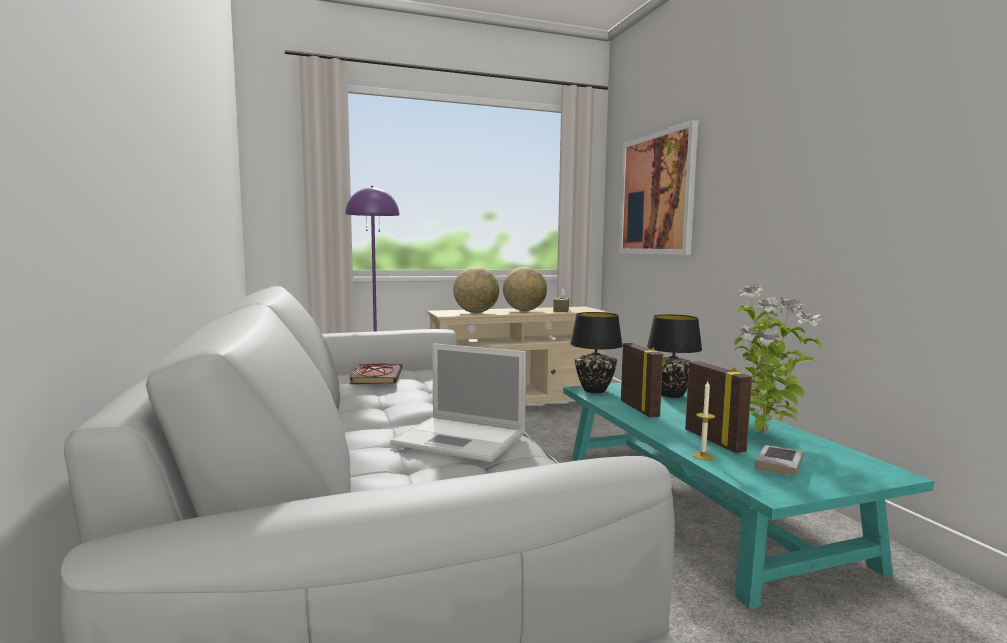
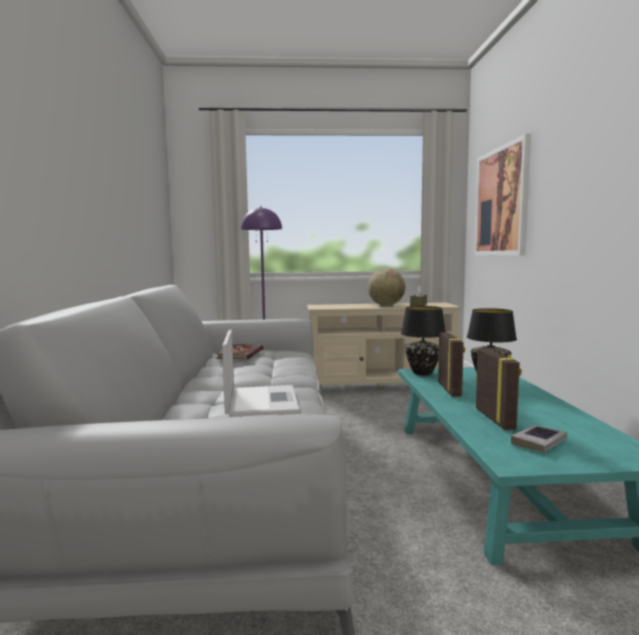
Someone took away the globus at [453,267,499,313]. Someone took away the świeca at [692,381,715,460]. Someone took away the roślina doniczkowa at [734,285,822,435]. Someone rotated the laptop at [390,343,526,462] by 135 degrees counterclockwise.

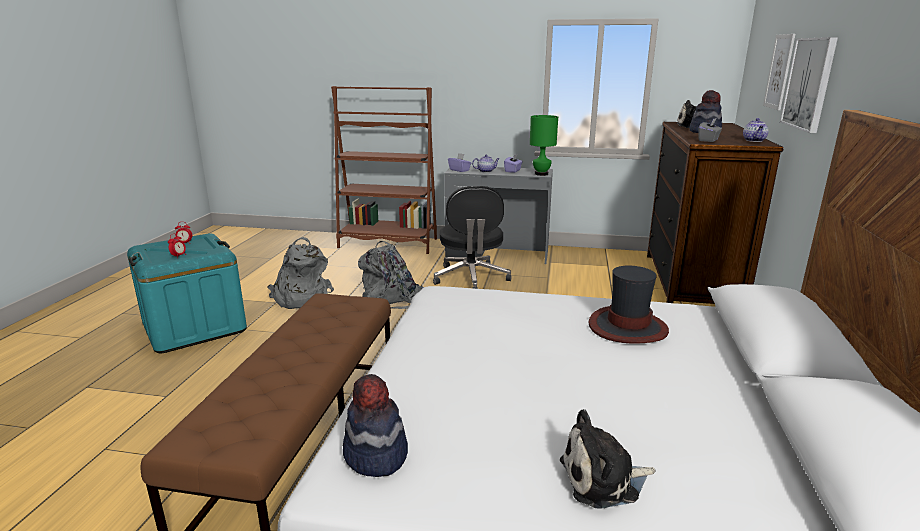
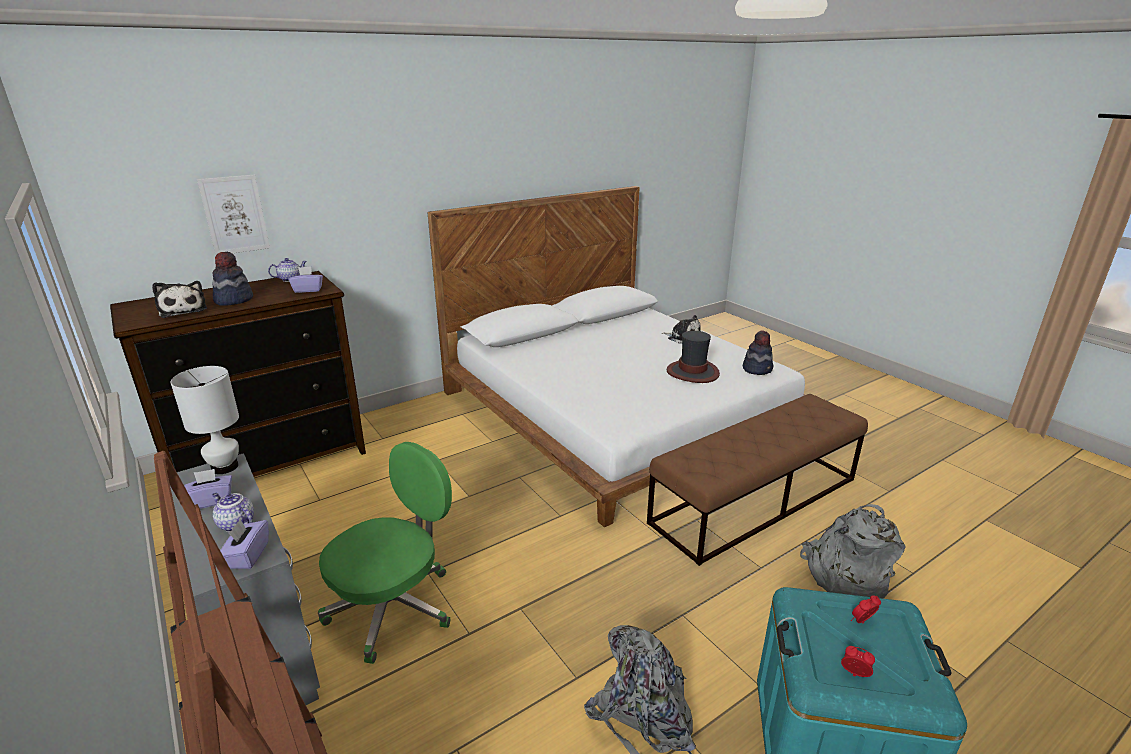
Someone took away the obraz at [780,37,838,133]. Someone carried the plecak/szary from [358,241,424,309] to [800,504,905,599]. Someone carried the kapelusz from [588,266,669,343] to [667,331,720,383]. Someone repainted the krzesło biurowe/czarny at [433,186,511,289], which became the krzesło biurowe/zielony at [318,442,452,664]. Someone repainted the lampa stołowa/zielony at [530,115,558,176], which became the lampa stołowa/biały at [171,366,239,474]. Someone repainted the pudełko chusteczek/szary at [698,118,722,142], which became the pudełko chusteczek/fioletowy at [288,266,323,293].

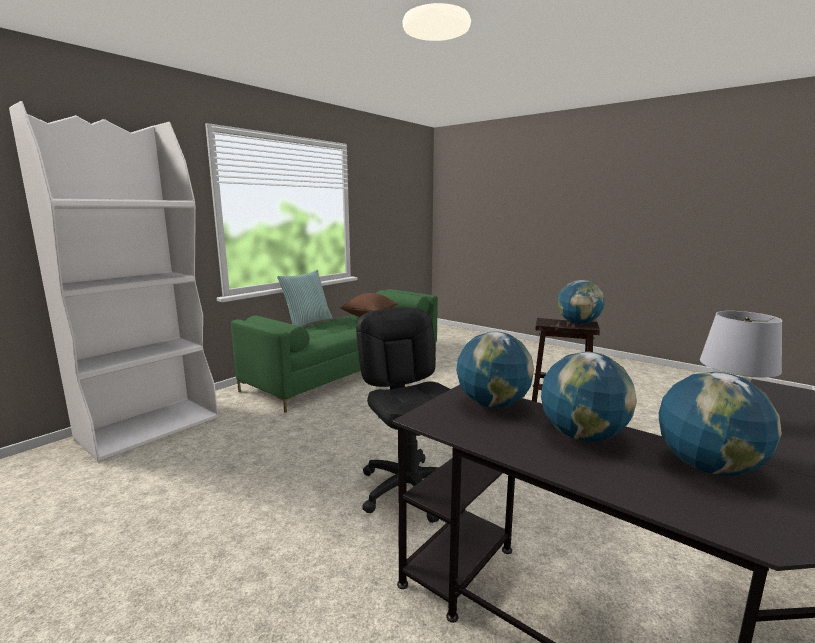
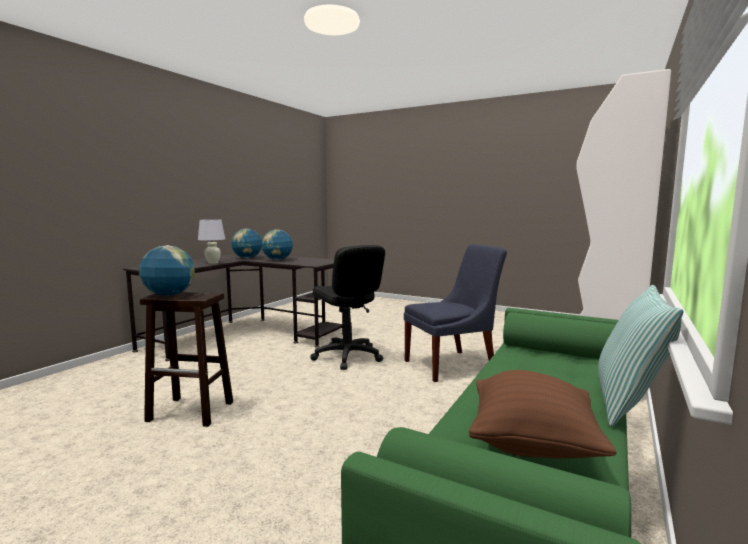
Someone took away the globus at [456,331,534,408]. Someone put down the krzesło/niebieski at [404,244,507,382].

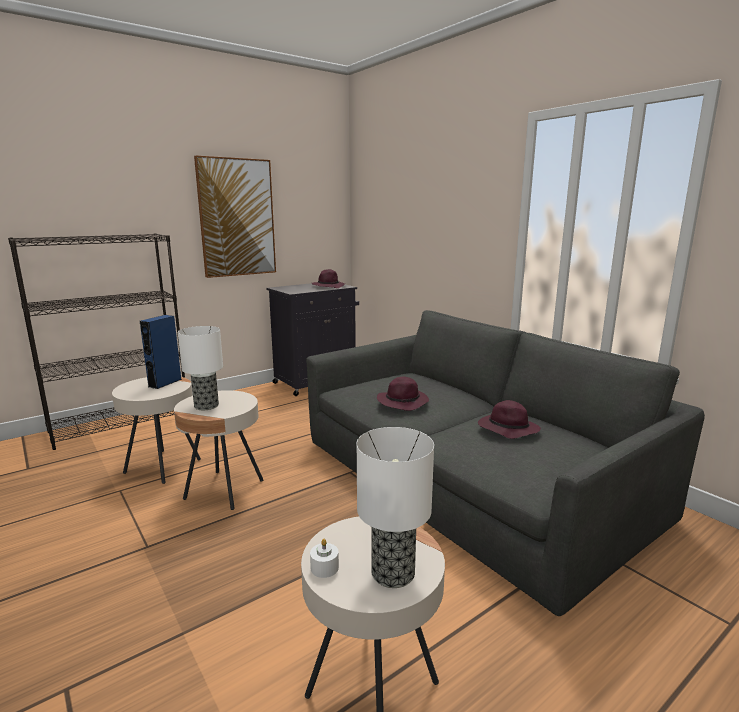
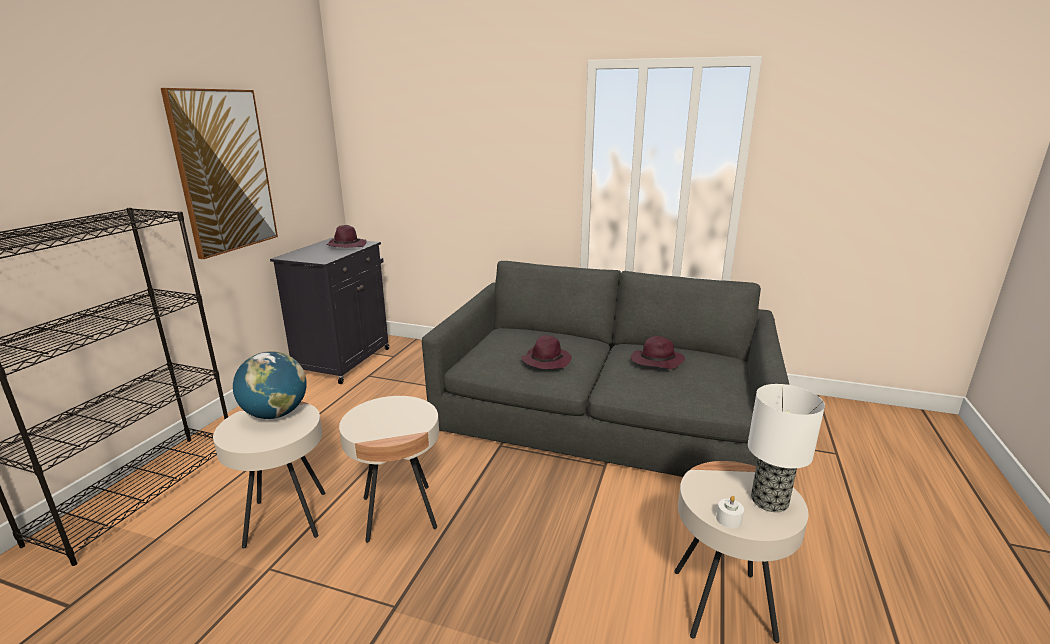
Someone took away the lampa stołowa at [178,326,223,410]. Someone swapped the głośnik/niebieski at [140,315,182,389] for the globus at [233,351,307,419].

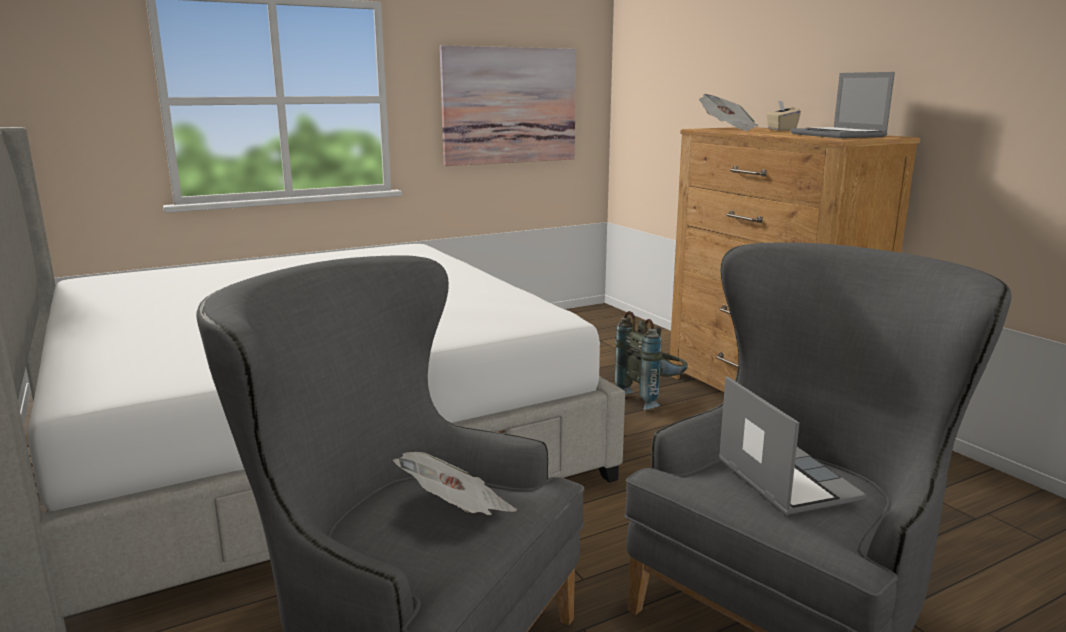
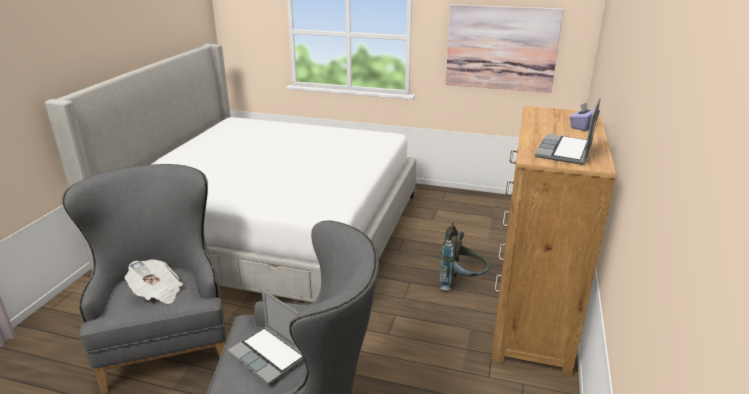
Someone took away the gazeta at [699,94,759,131]. Someone repainted the pudełko chusteczek/beżowy at [766,101,801,131], which became the pudełko chusteczek/fioletowy at [570,102,600,131]. Someone rotated the laptop at [718,376,866,515] by 105 degrees clockwise.

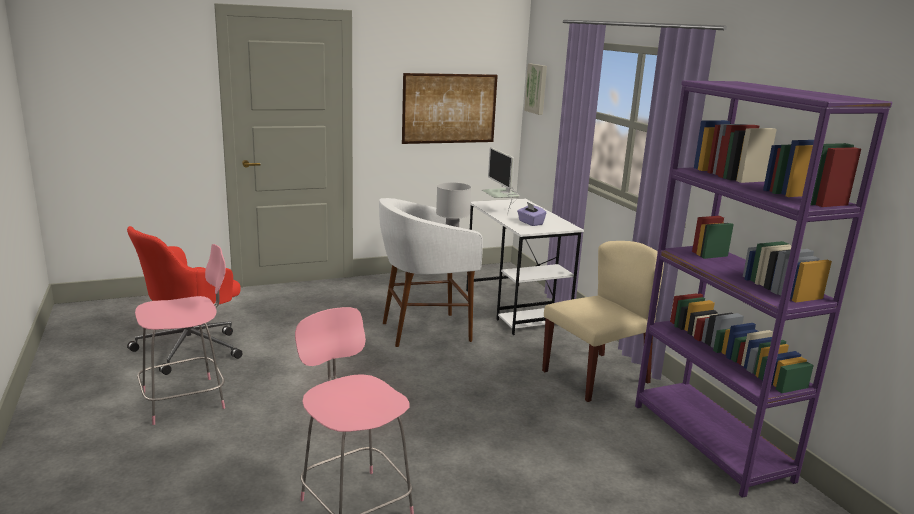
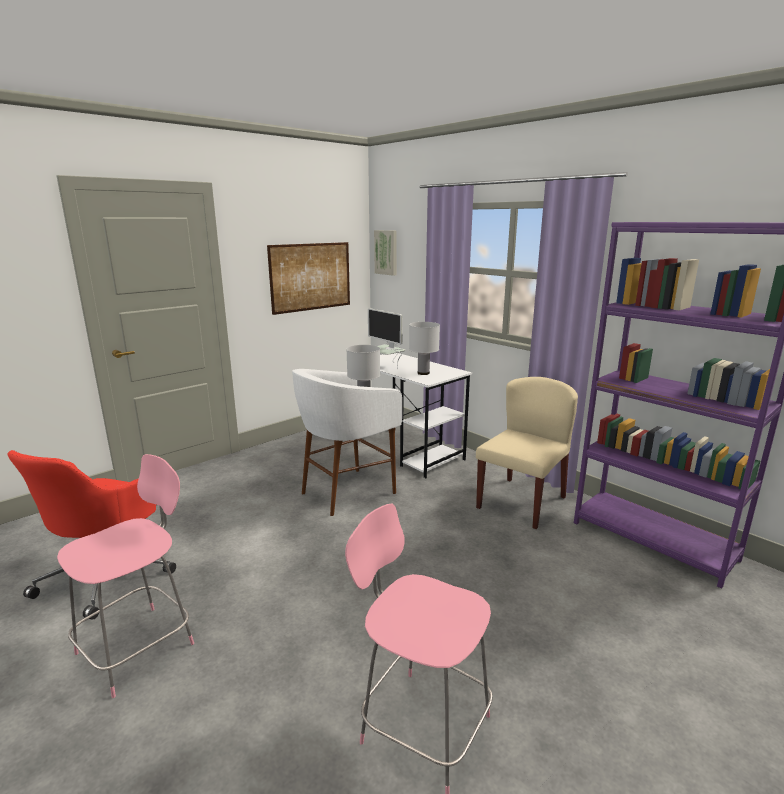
Someone swapped the pudełko chusteczek/fioletowy at [517,202,546,226] for the lampa stołowa/biały at [409,322,440,375].

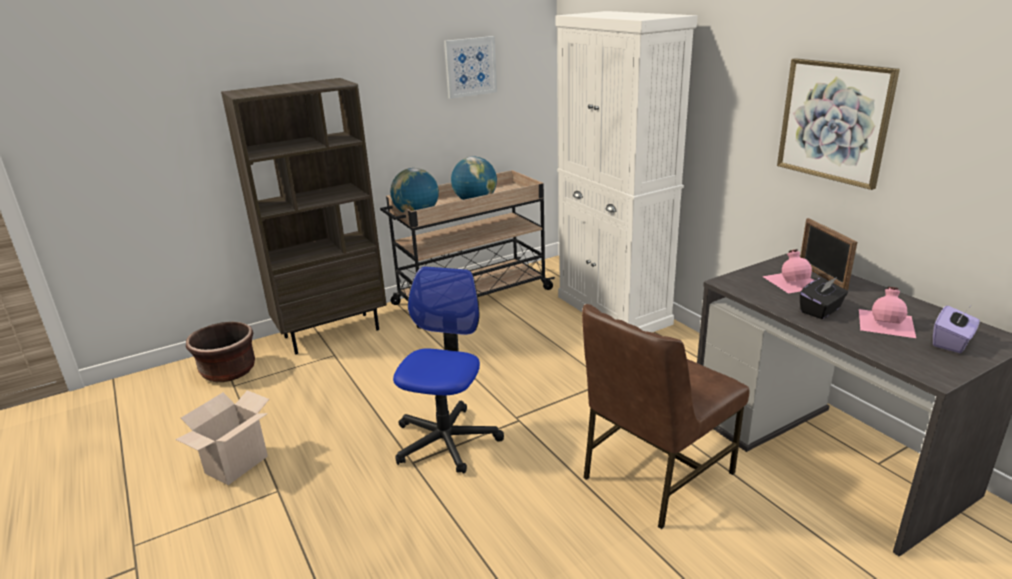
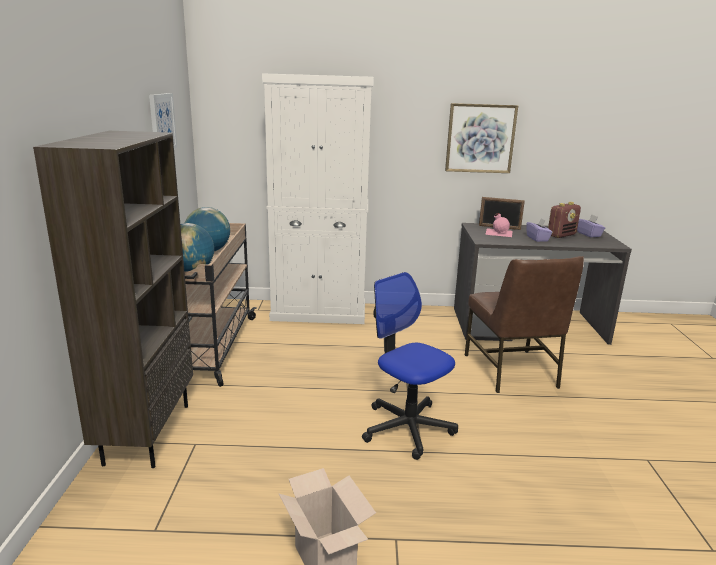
Someone took away the donica/brązowy at [186,322,255,382]. Someone swapped the butelka/różowy at [859,287,916,338] for the radio at [548,202,581,238]. Someone repainted the pudełko chusteczek/czarny at [800,277,848,319], which became the pudełko chusteczek/fioletowy at [526,218,553,242].

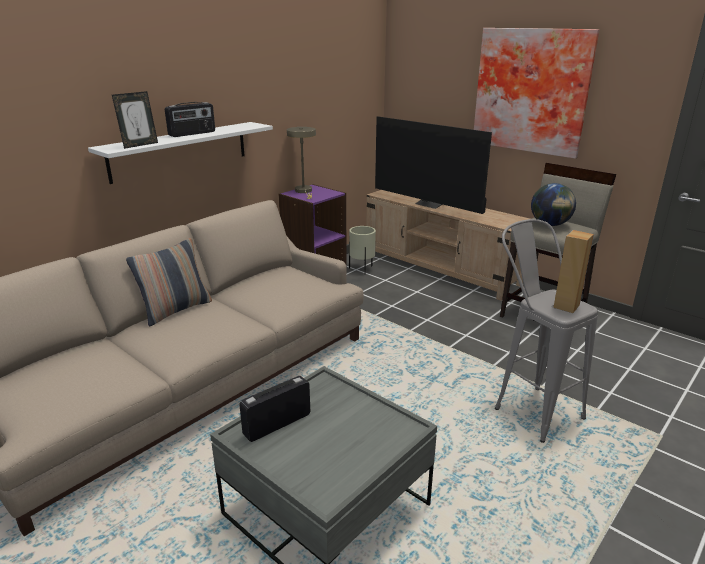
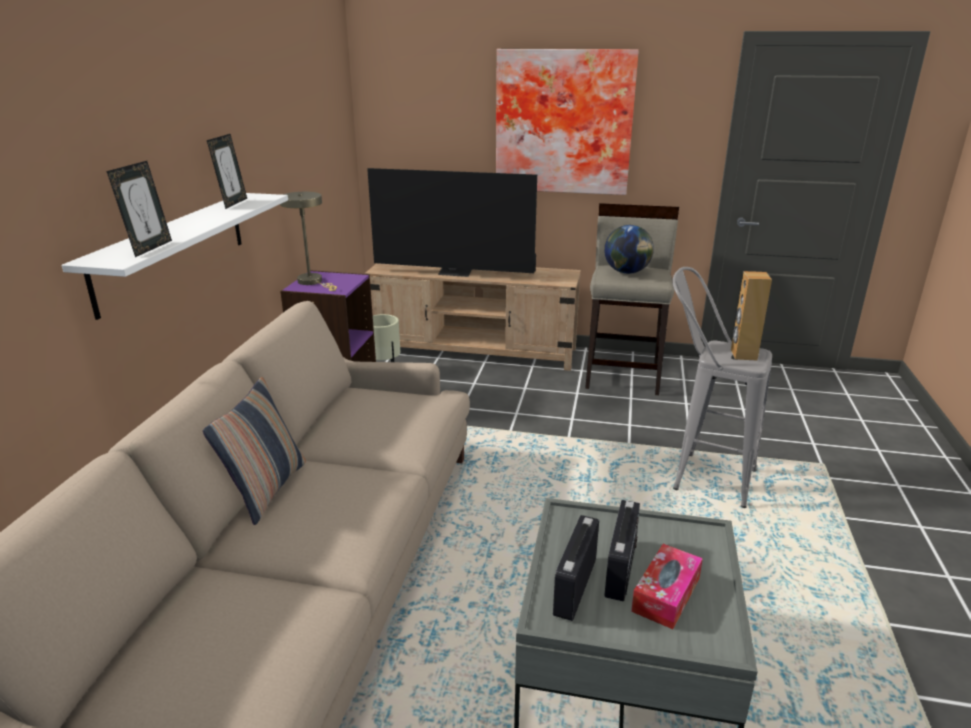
Someone put down the ramka na zdjęcie at [207,134,247,209]. Someone put down the pudełko chusteczek at [631,544,703,629]. Someone carried the radio from [165,102,215,137] to [604,500,640,601].

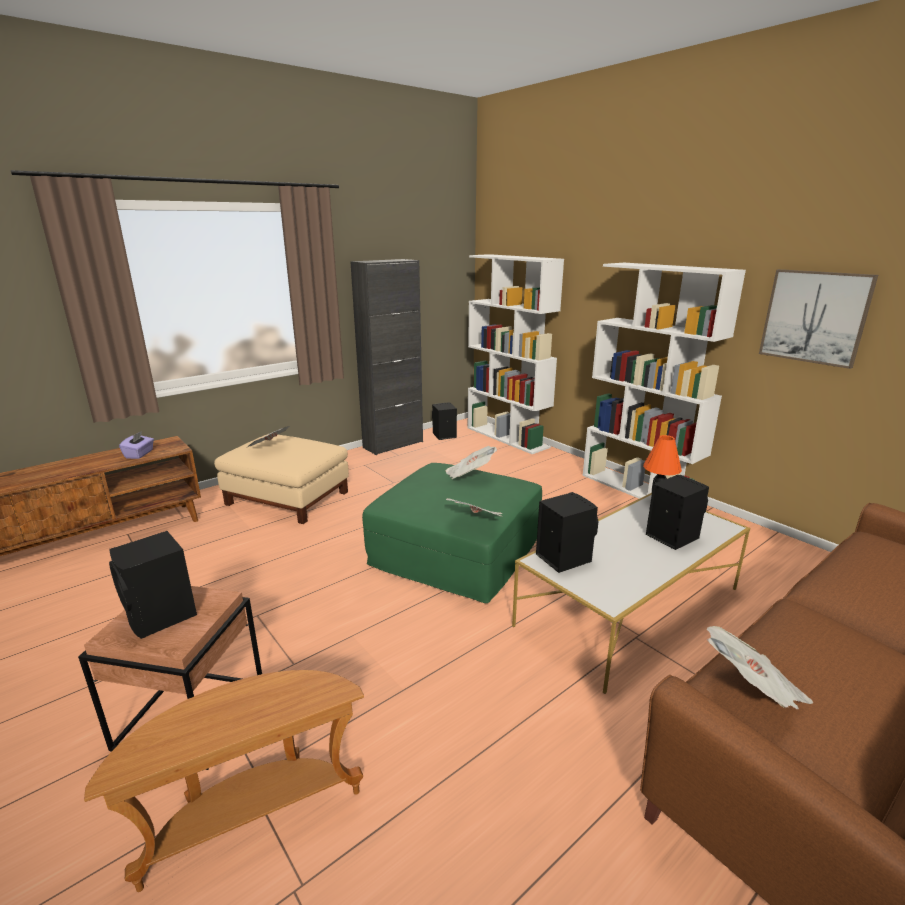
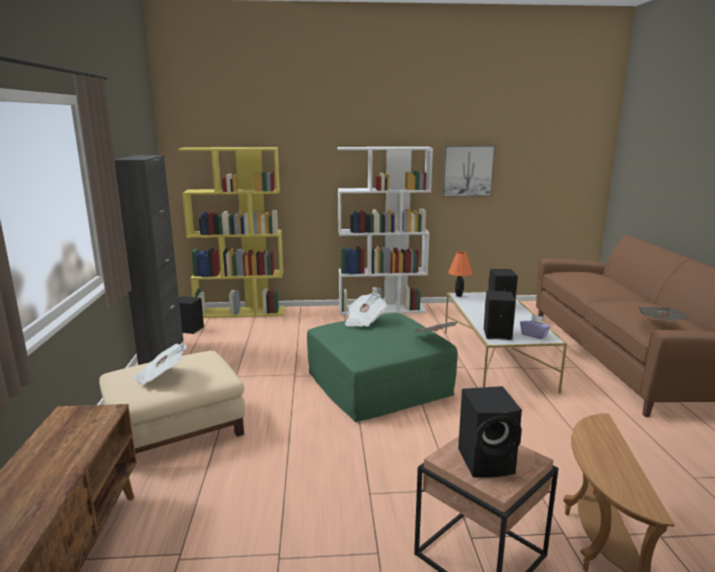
Someone carried the pudełko chusteczek/fioletowy from [119,431,154,459] to [520,314,551,339]. Someone repainted the regał/biały at [467,254,564,454], which became the regał/żółty at [178,147,285,318].

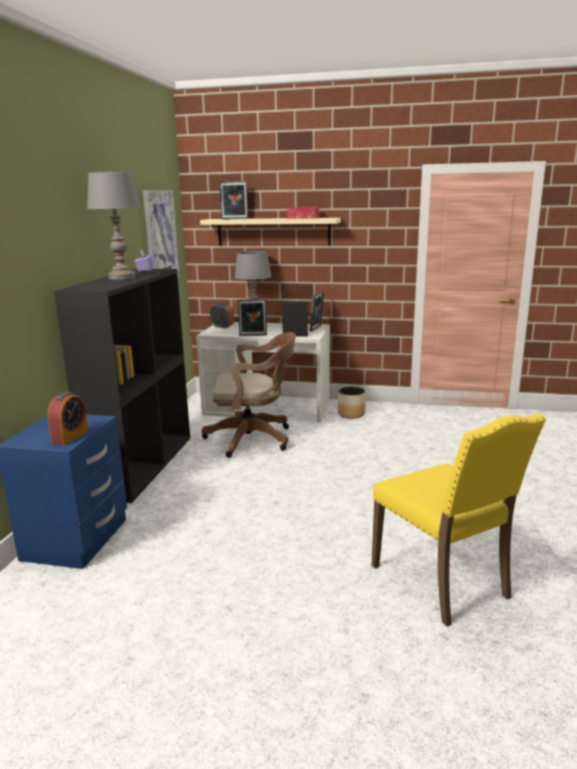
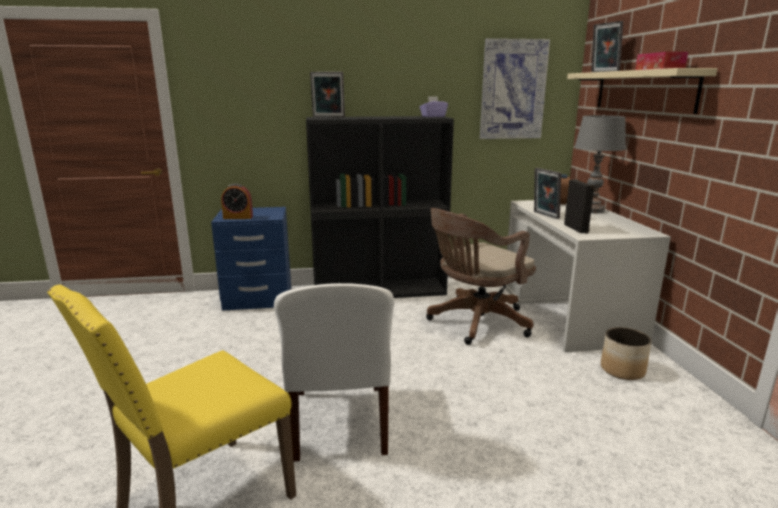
Someone took away the lampa stołowa/szary at [87,171,141,280]. Someone put down the krzesło/biały at [274,283,394,461]. Someone carried the ramka na zdjęcie from [310,292,324,331] to [310,72,345,117]. Someone rotated the krzesło biurowe/brązowy at [202,332,296,458] by 75 degrees clockwise.

